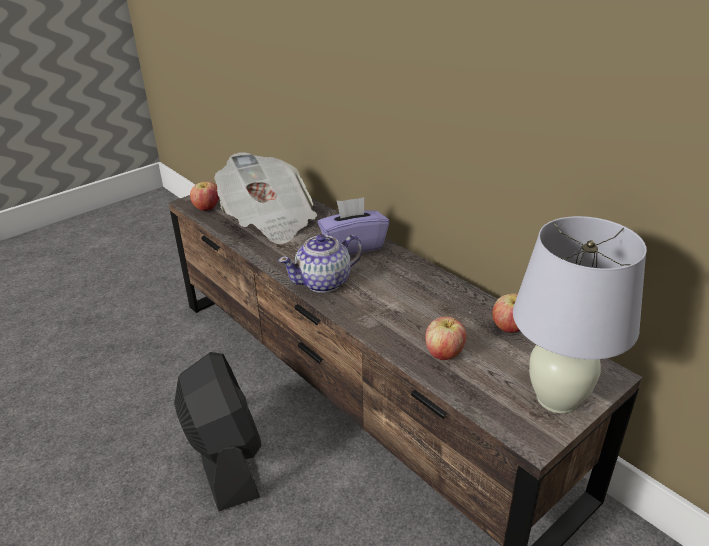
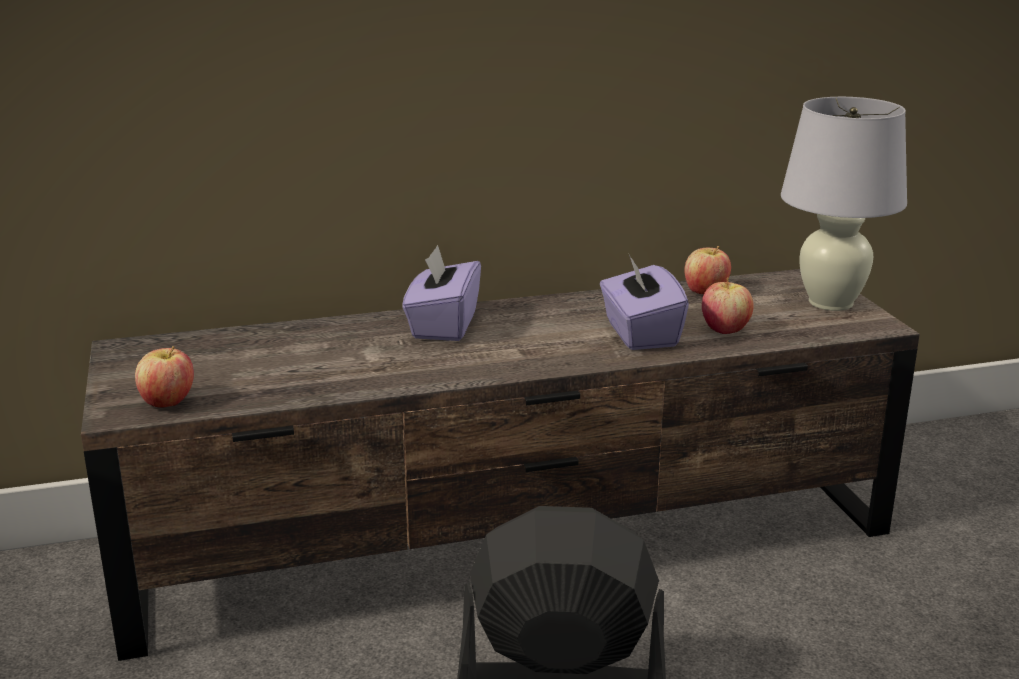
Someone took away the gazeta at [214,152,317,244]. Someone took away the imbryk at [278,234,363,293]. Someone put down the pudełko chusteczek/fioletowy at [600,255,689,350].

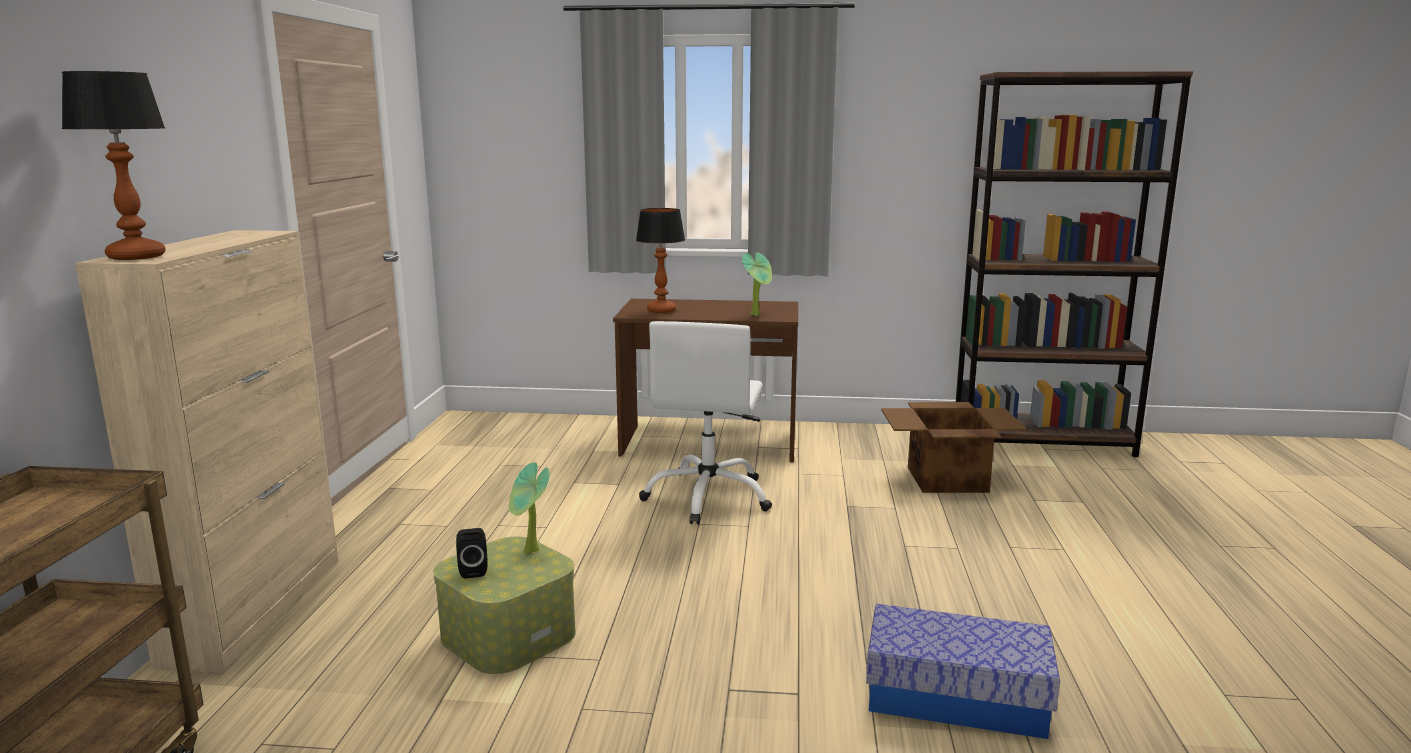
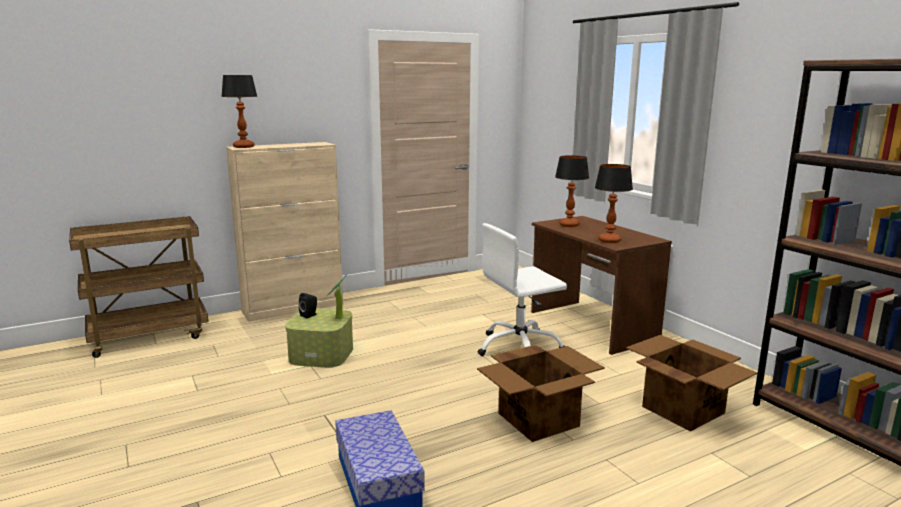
Someone put down the karton at [477,345,605,442]. Someone swapped the roślina doniczkowa at [742,252,772,316] for the lampa stołowa at [595,164,633,243].

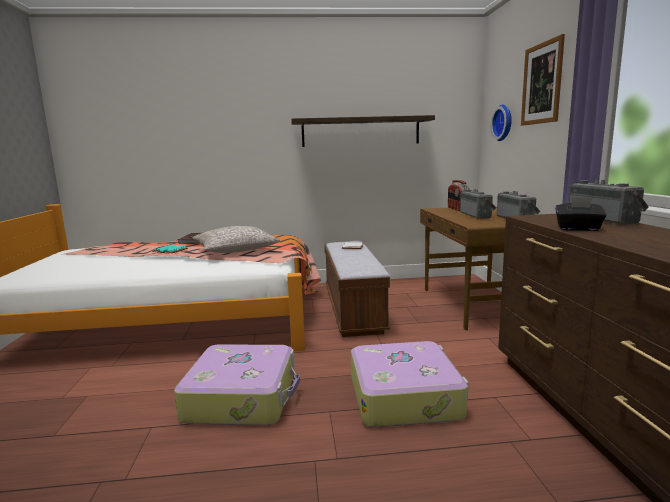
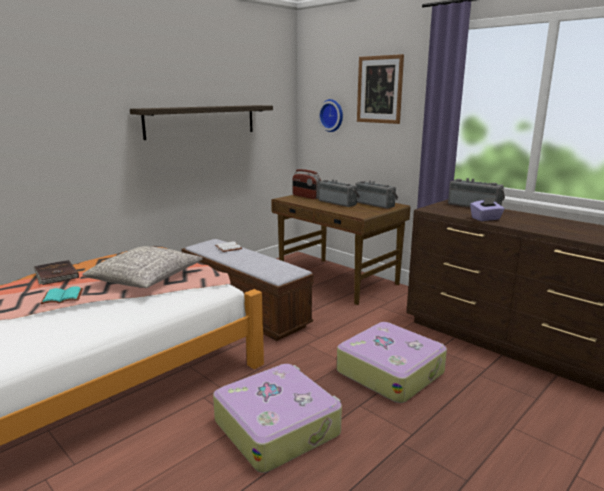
Someone repainted the pudełko chusteczek/czarny at [555,197,606,231], which became the pudełko chusteczek/fioletowy at [470,197,505,221].

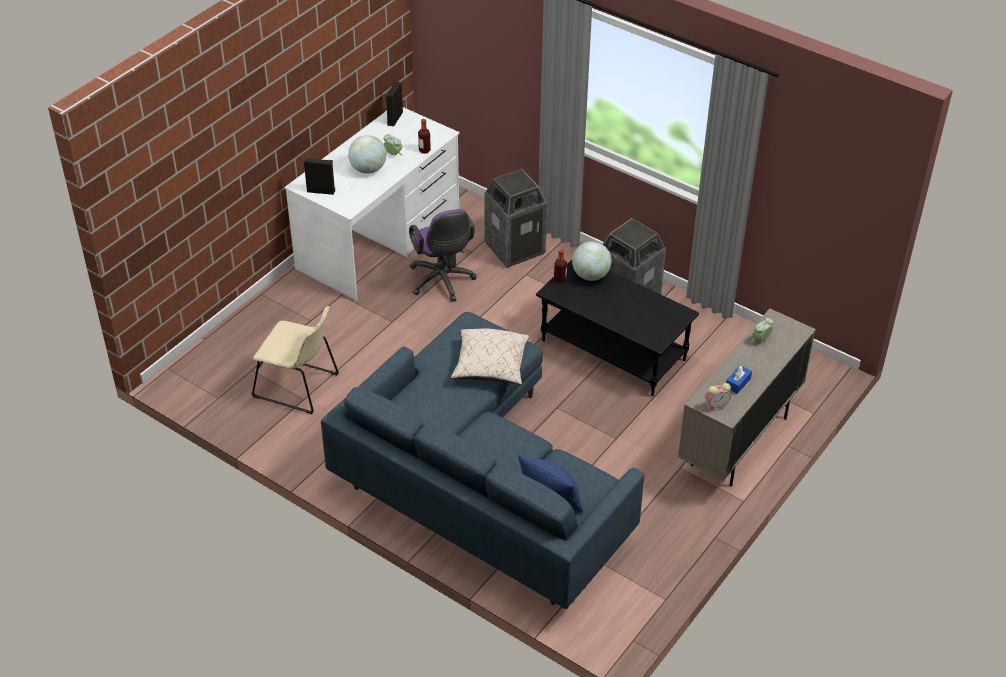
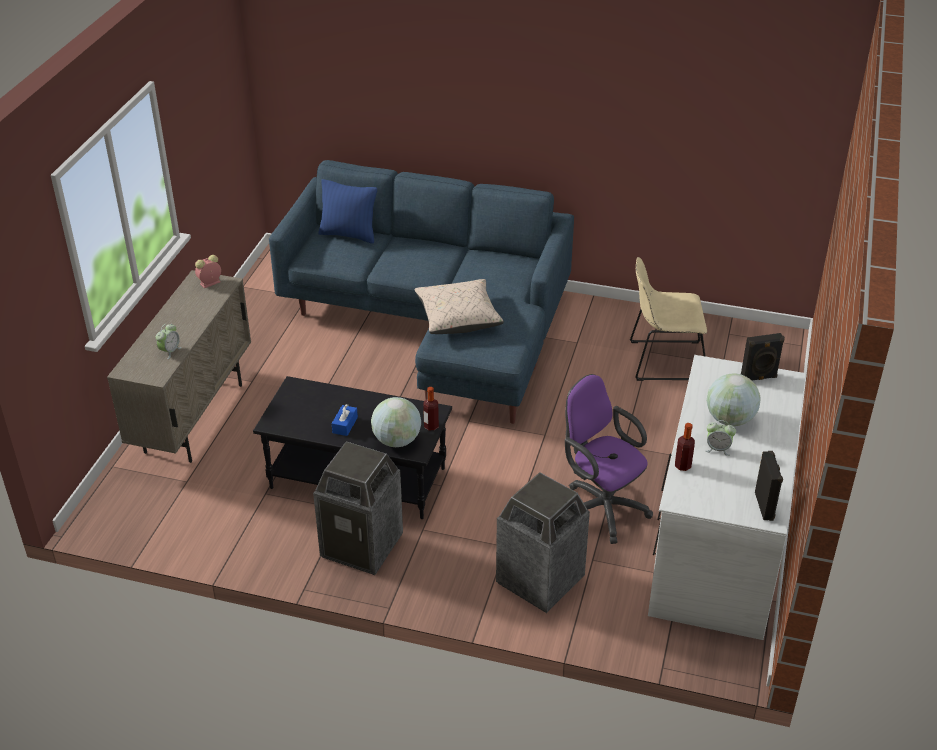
Someone carried the pudełko chusteczek/niebieski from [726,365,752,394] to [332,404,358,436].

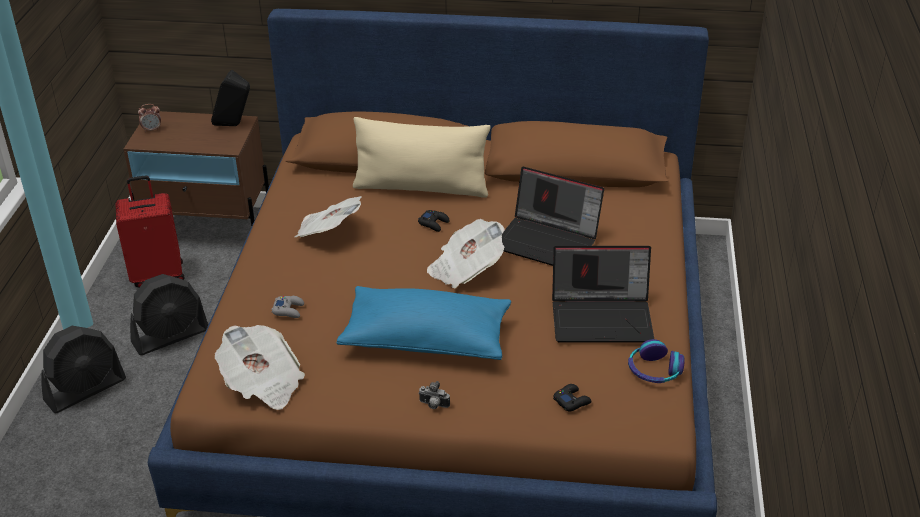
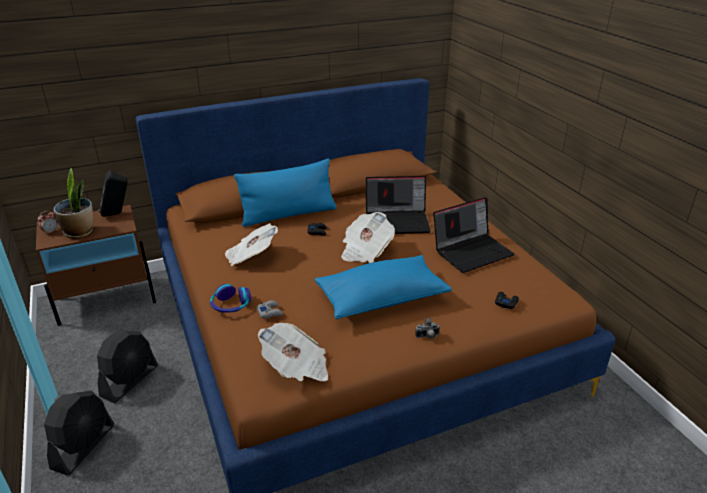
Someone took away the walizka/czerwony at [116,175,184,288]. Someone put down the roślina doniczkowa at [54,168,93,239]. Someone carried the słuchawki from [628,339,685,383] to [210,284,251,313]. Someone repainted the poduszka/beżowy at [353,117,491,197], which became the poduszka/niebieski at [234,159,337,227].

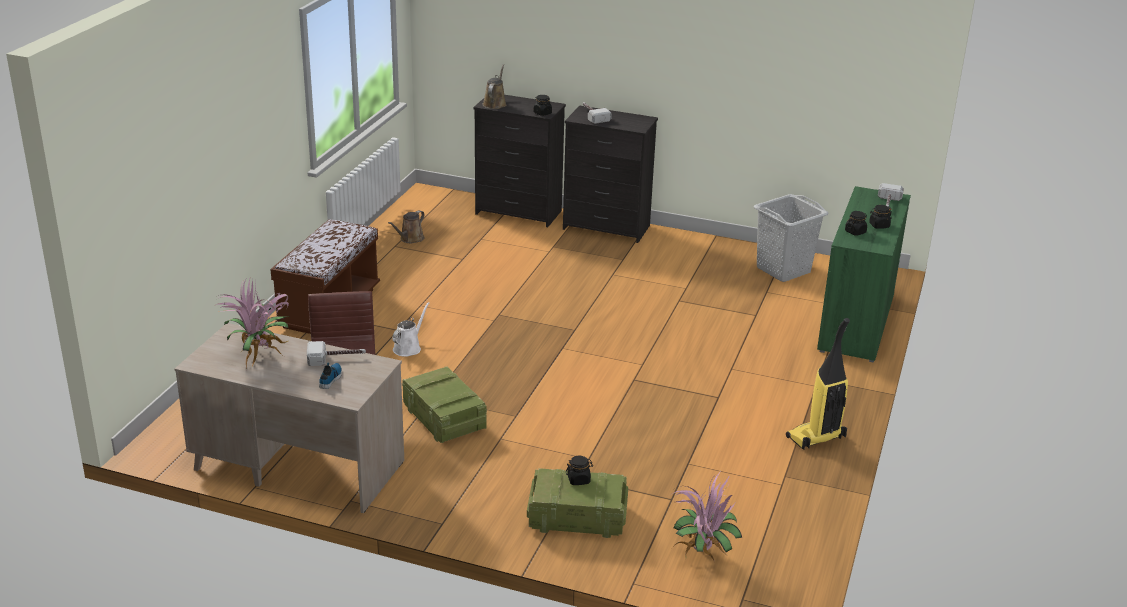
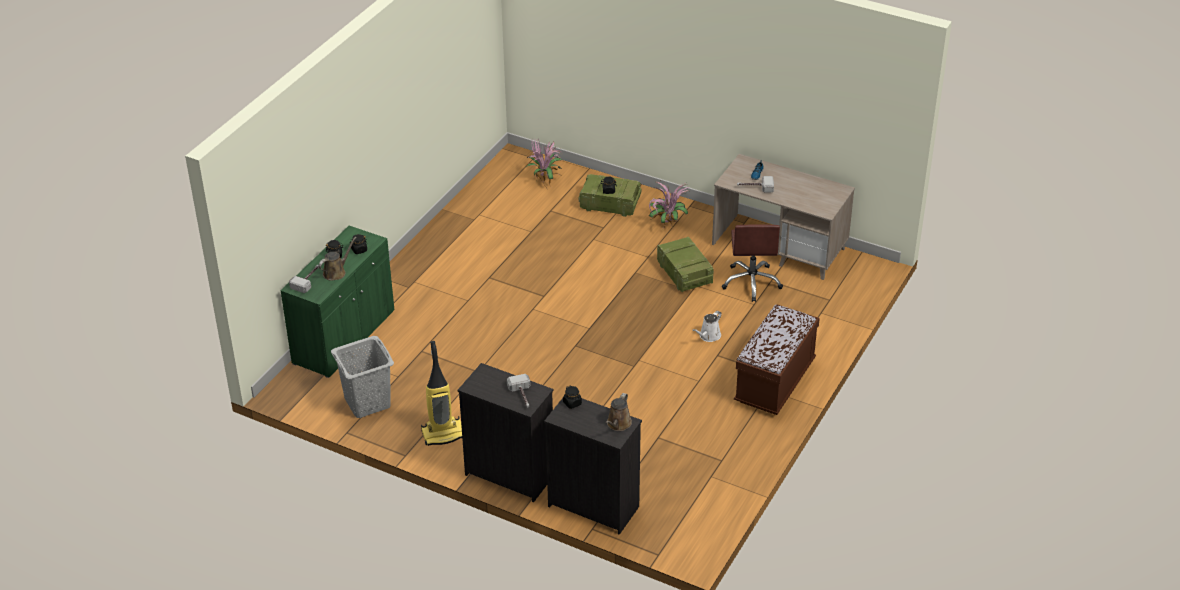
Someone carried the roślina doniczkowa from [216,276,289,369] to [649,180,689,229]. Someone carried the konewka/brązowy from [388,210,425,243] to [318,237,357,281]. Someone carried the odkurzacz from [786,318,850,450] to [421,341,462,446].

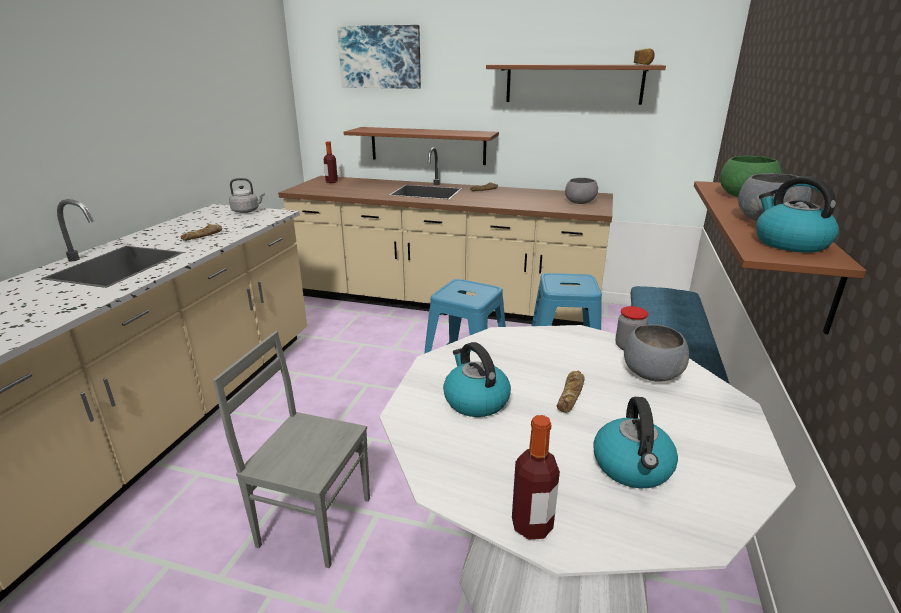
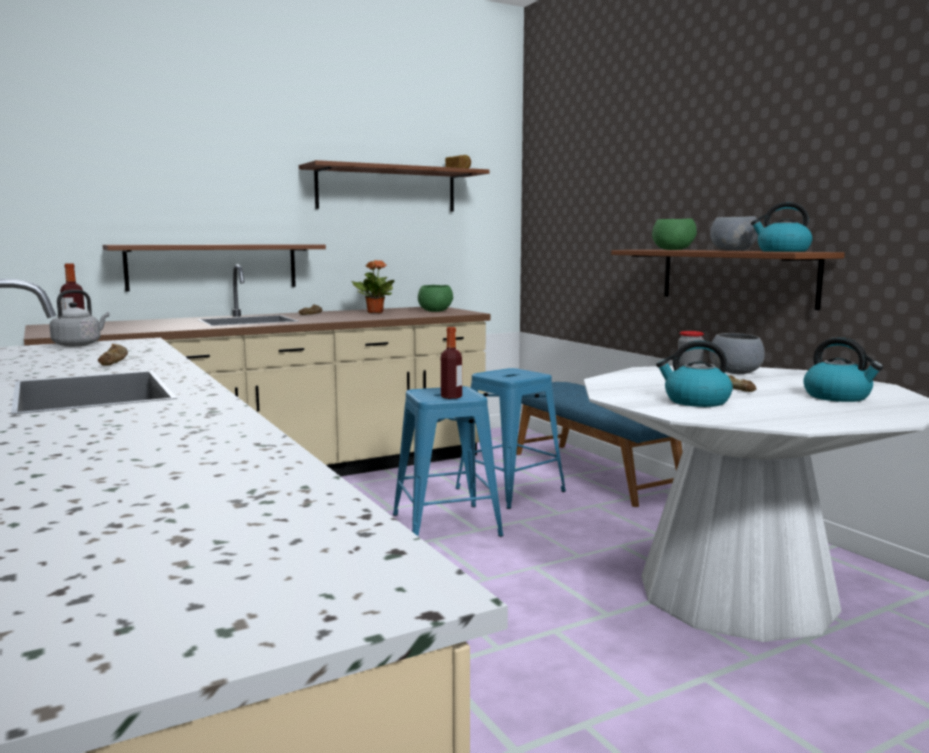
Someone took away the krzesło/szary at [213,331,370,568]. Someone took away the obraz at [337,25,421,89]. Someone put down the roślina doniczkowa at [351,260,394,313]. Someone carried the butelka from [512,415,560,540] to [441,327,462,399]. Someone repainted the miska/szary at [565,178,598,204], which became the miska/zielony at [418,285,453,312].

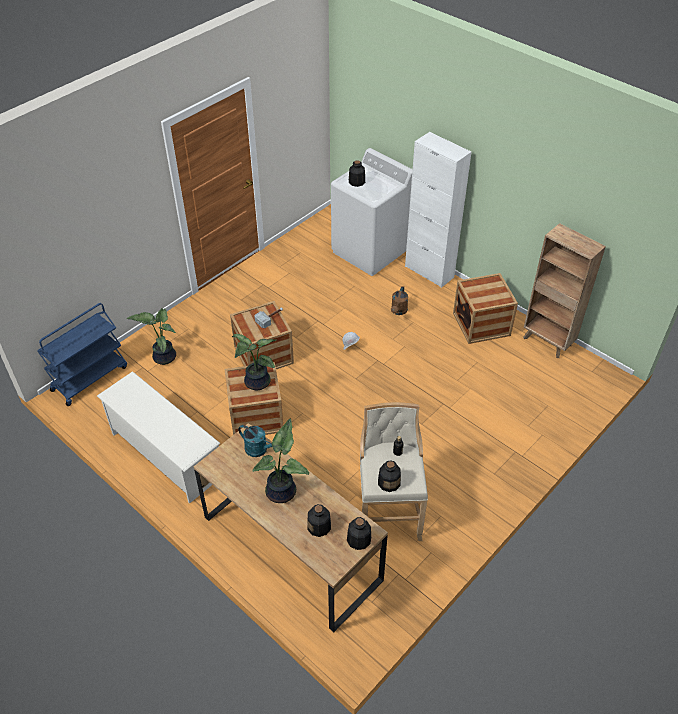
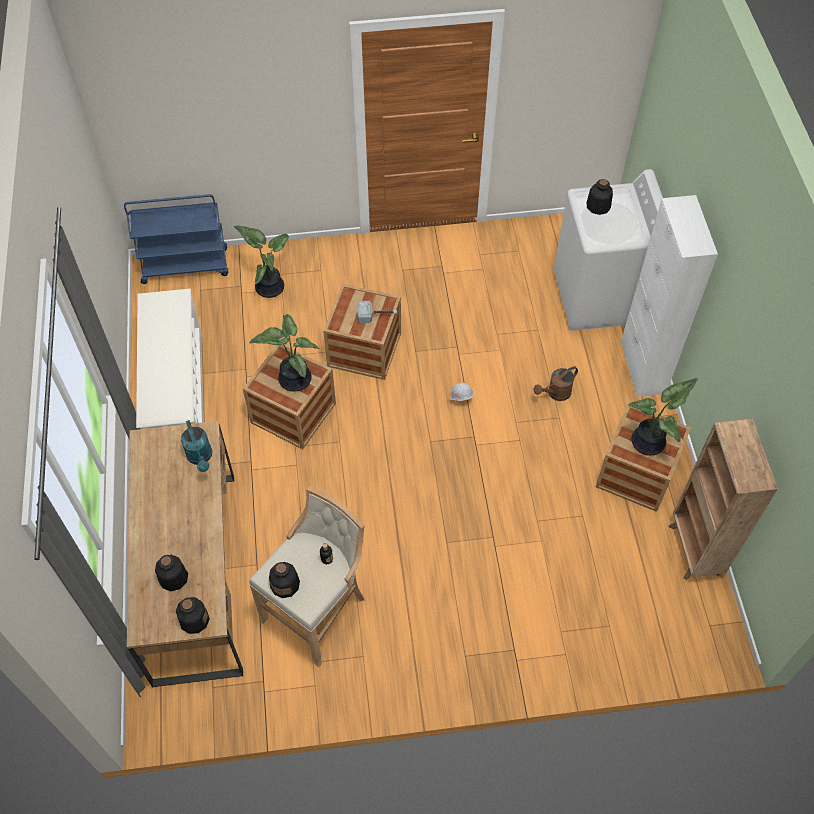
Someone carried the roślina doniczkowa from [253,419,309,503] to [628,378,698,456].

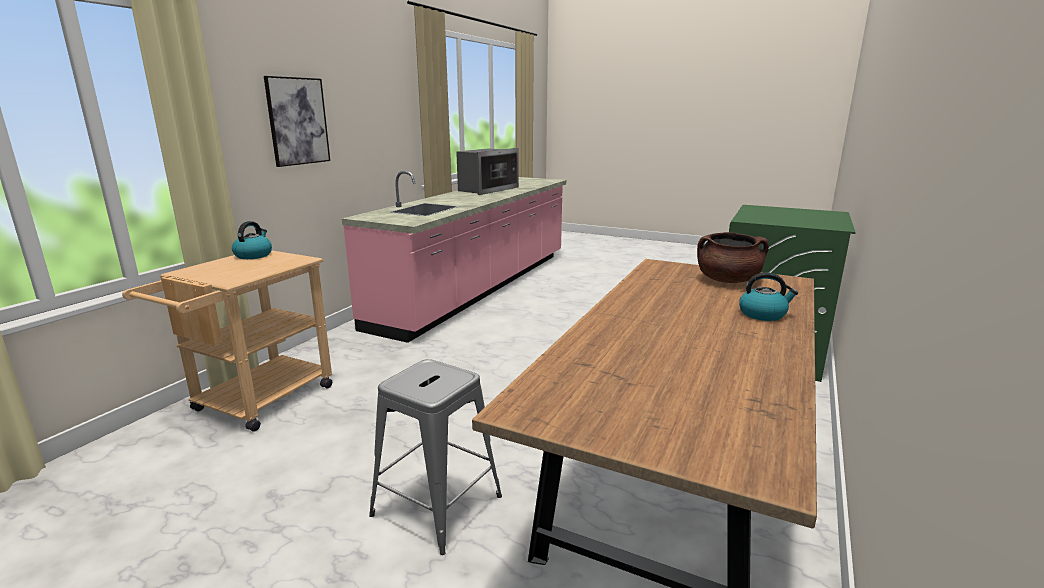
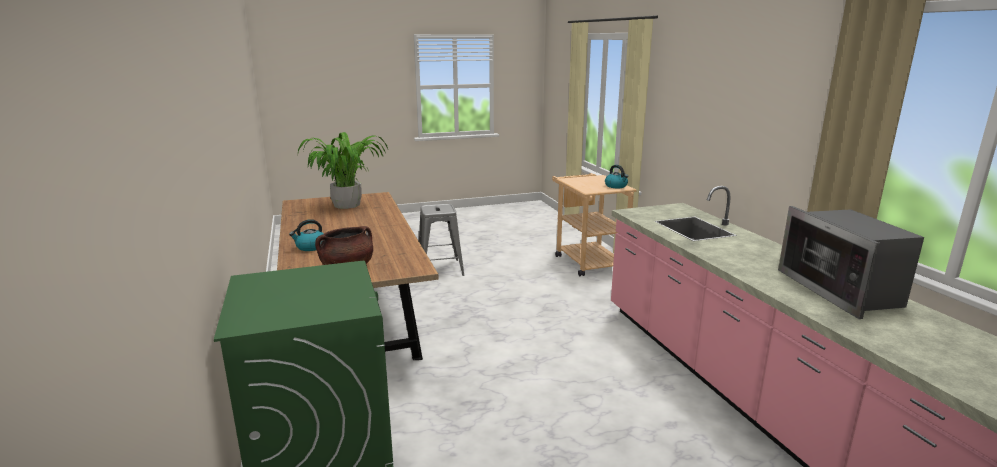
Someone took away the obraz at [264,76,330,167]. Someone put down the roślina doniczkowa at [298,132,388,209].

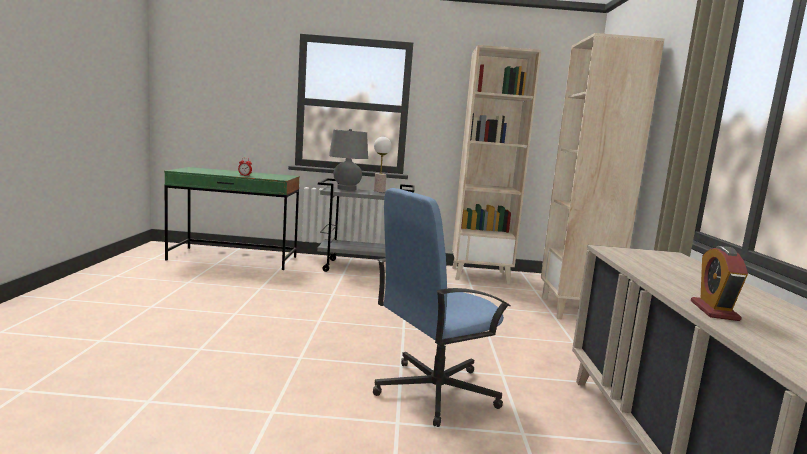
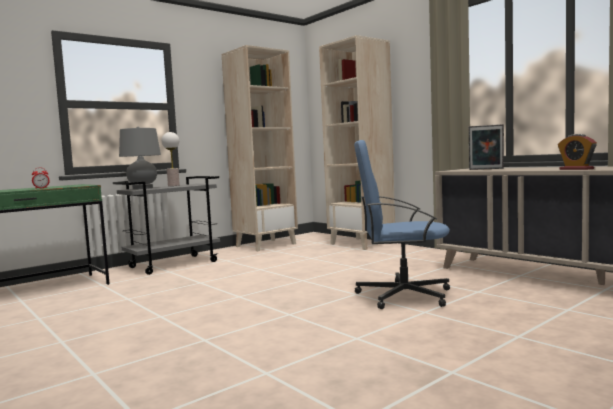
Someone put down the ramka na zdjęcie at [469,124,504,170]. Someone rotated the krzesło biurowe/niebieski at [373,188,511,427] by 75 degrees clockwise.

